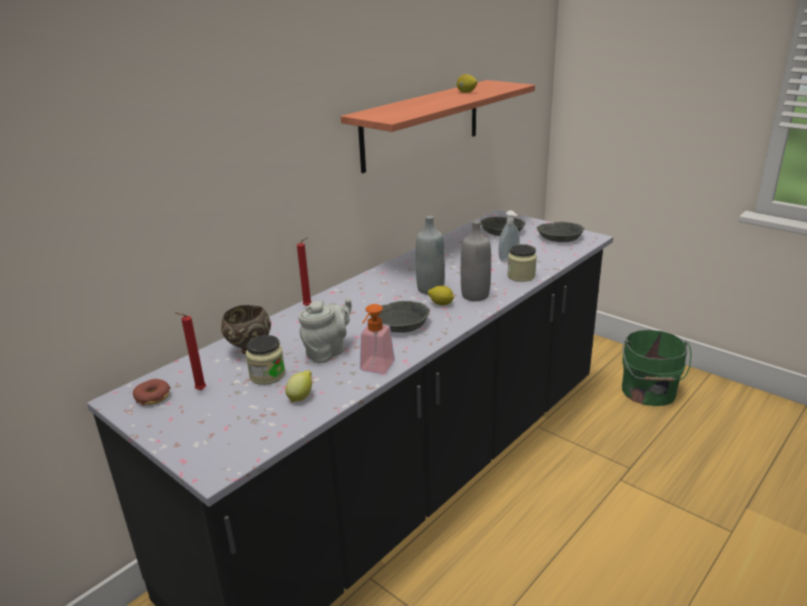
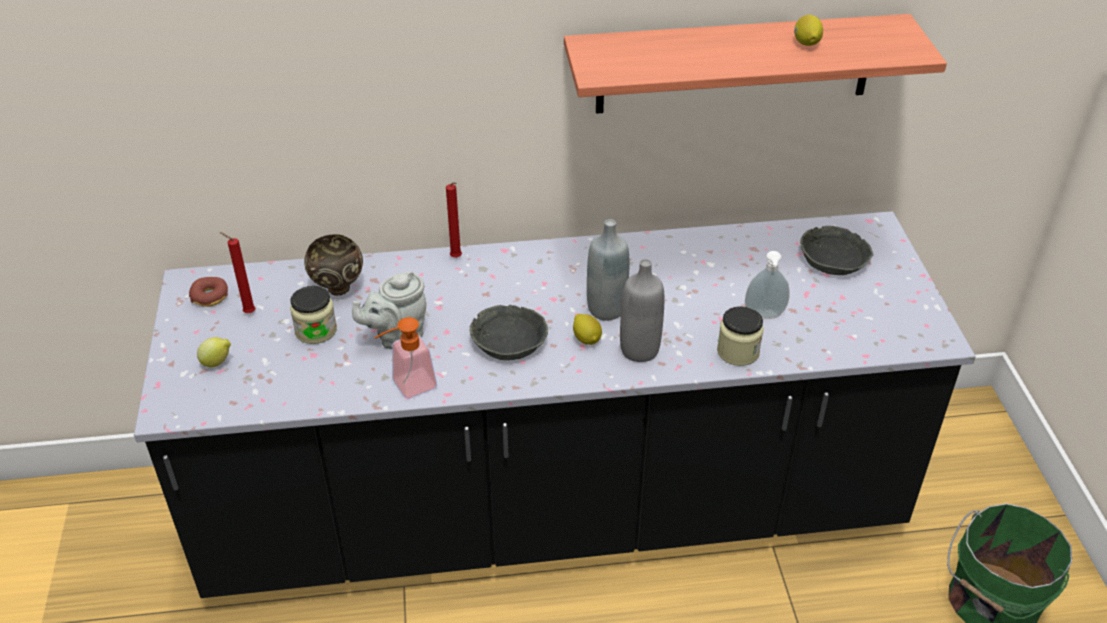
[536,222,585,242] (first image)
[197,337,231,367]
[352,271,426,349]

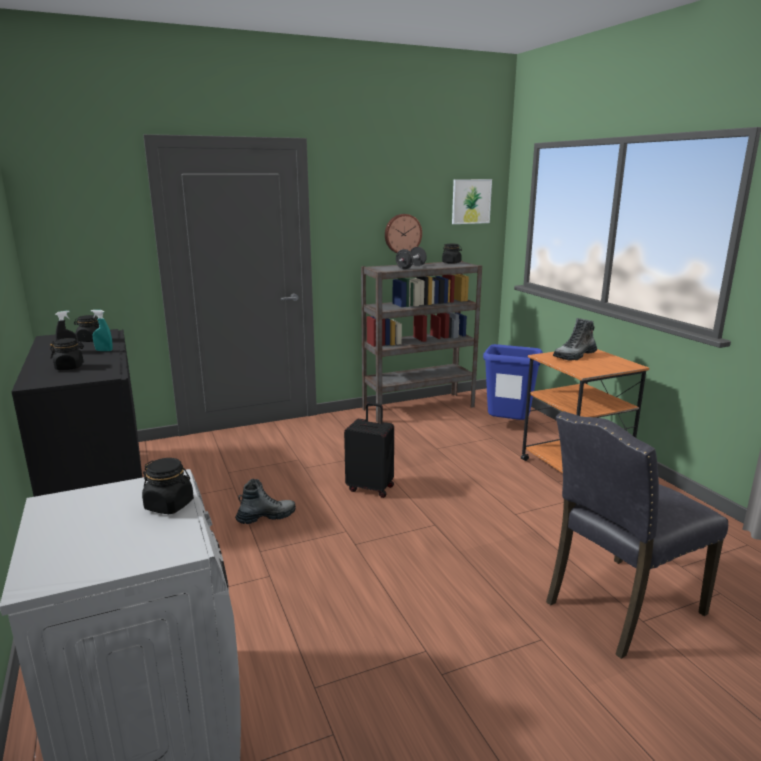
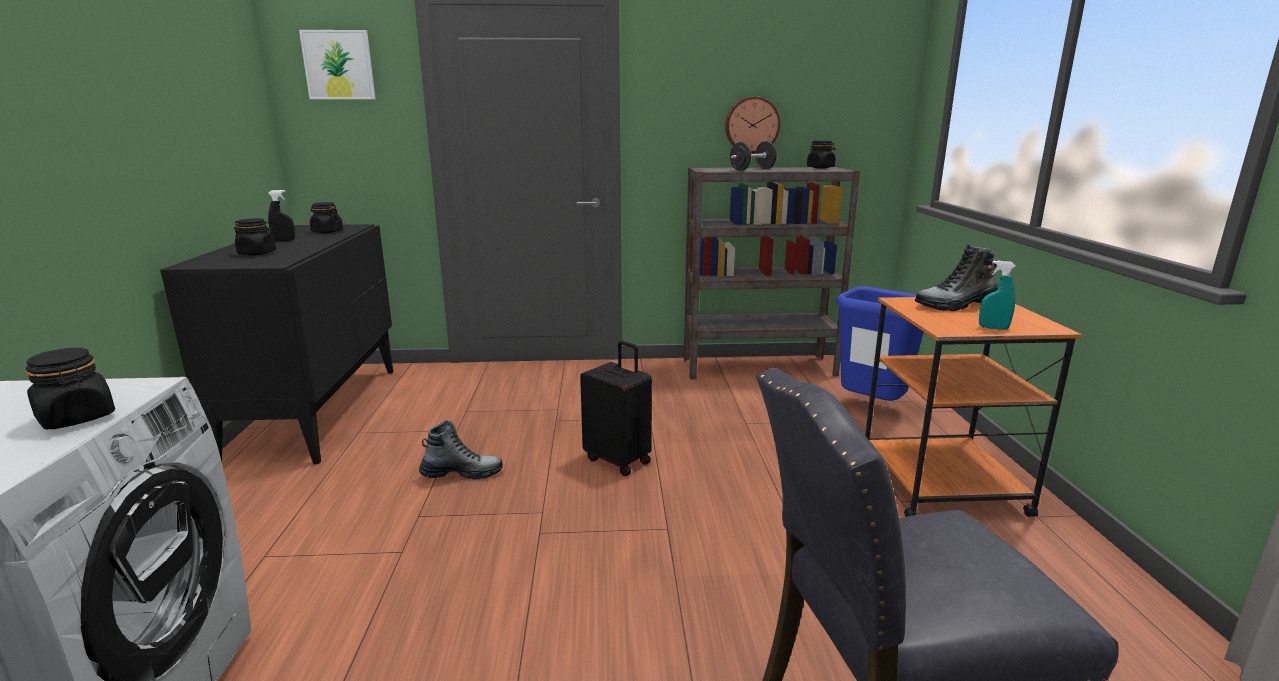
[979,260,1016,330]
[299,30,375,99]

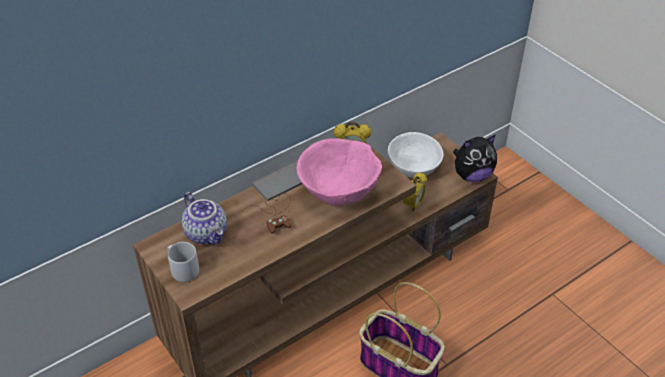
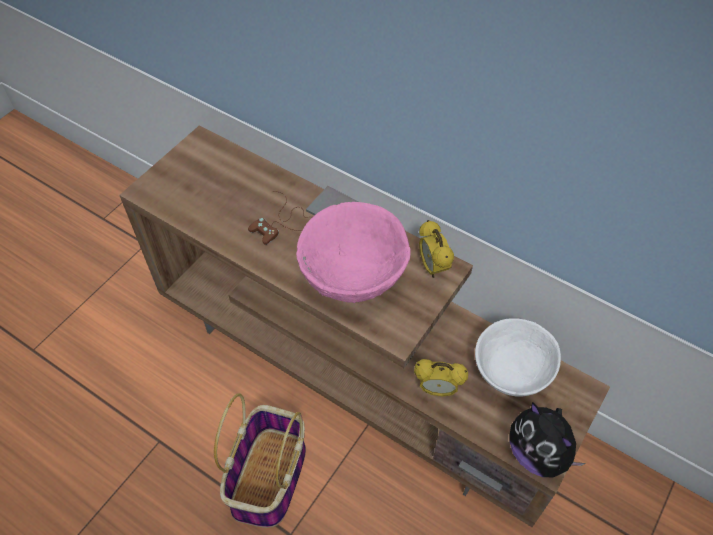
[167,242,199,282] (first image)
[182,192,227,245] (first image)

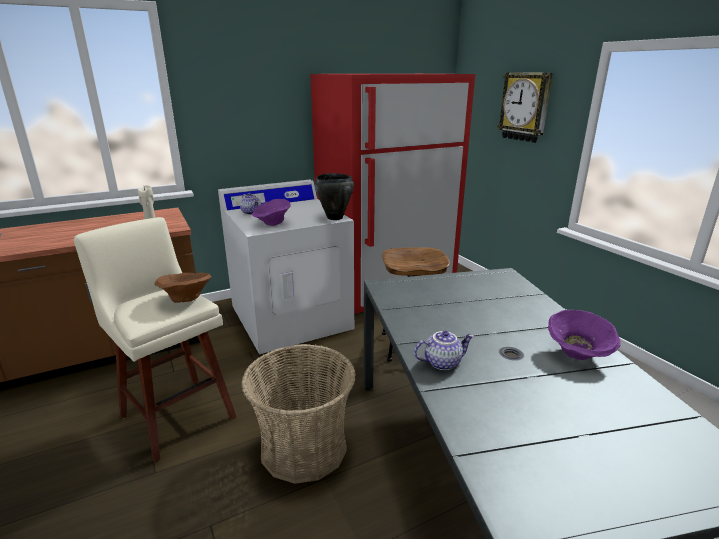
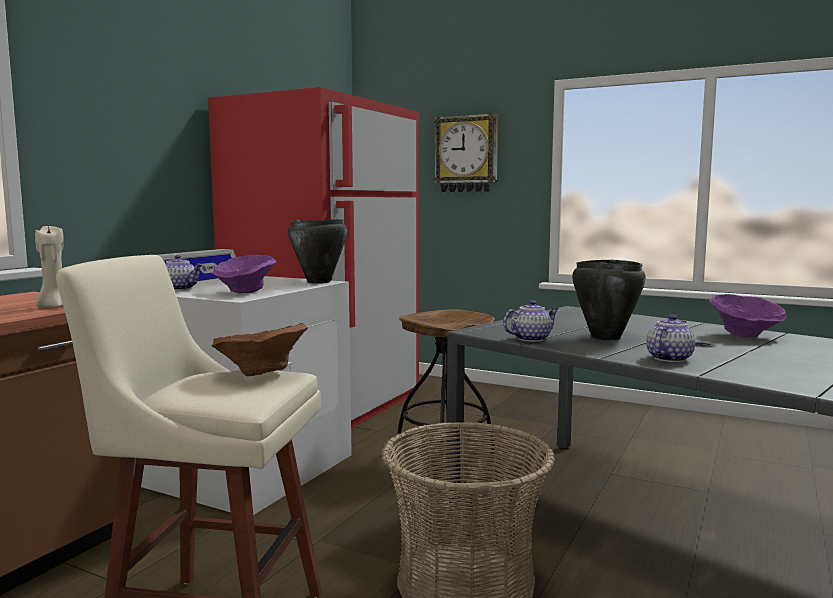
[503,300,559,342]
[572,259,646,340]

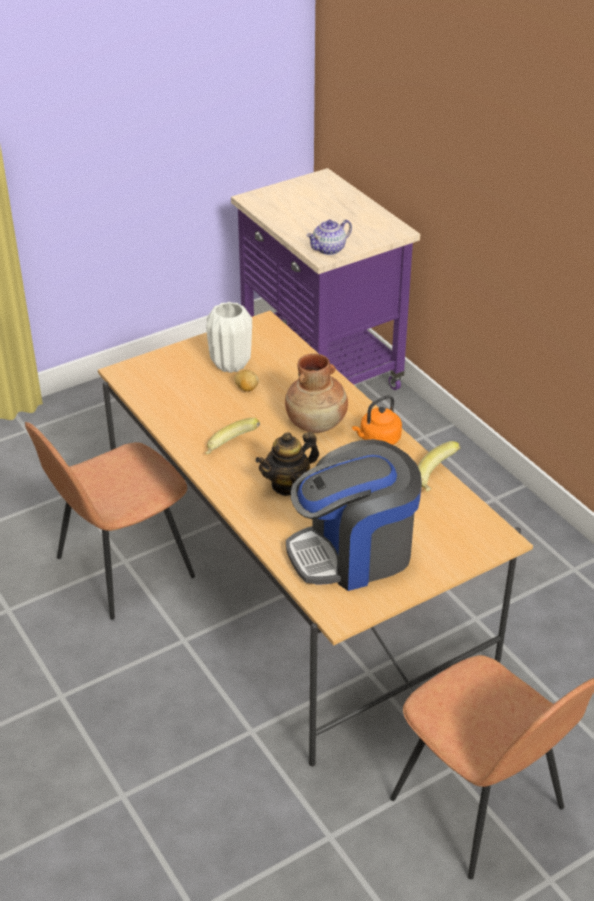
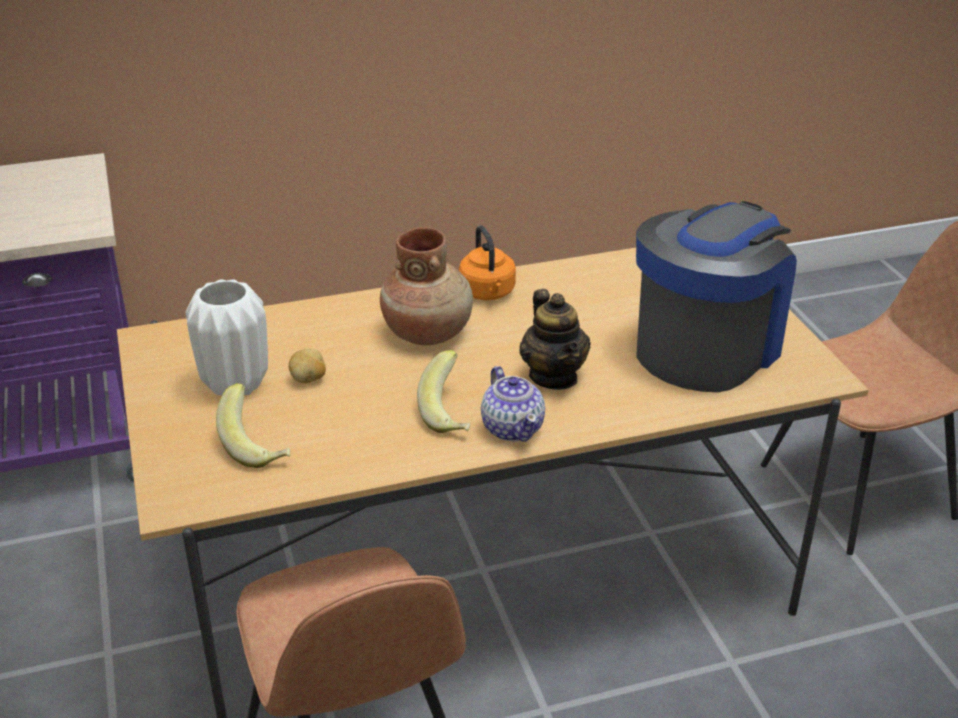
[481,366,545,442]
[216,383,290,468]
[636,201,797,392]

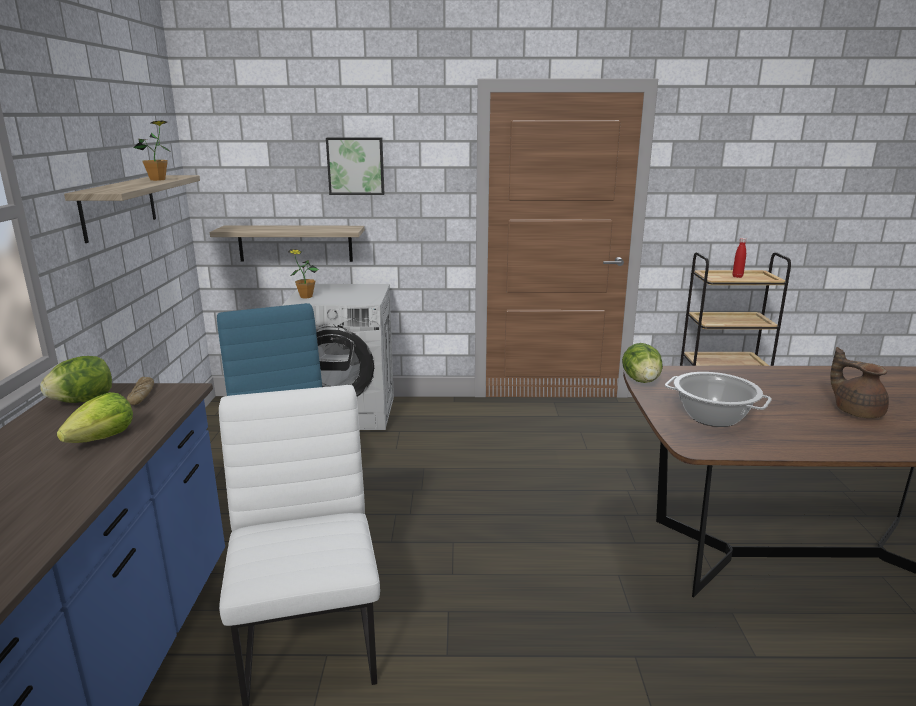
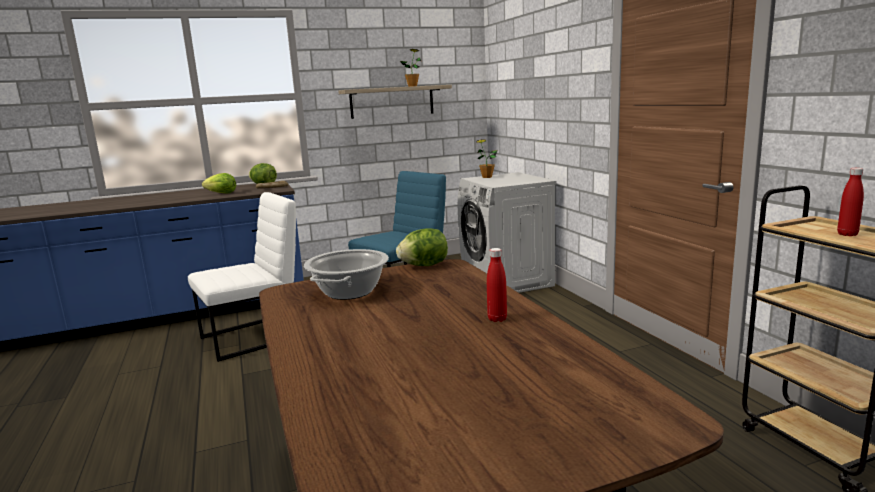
[210,226,365,262] (first image)
[326,137,384,195] (first image)
[830,347,889,418] (first image)
[487,248,507,322]

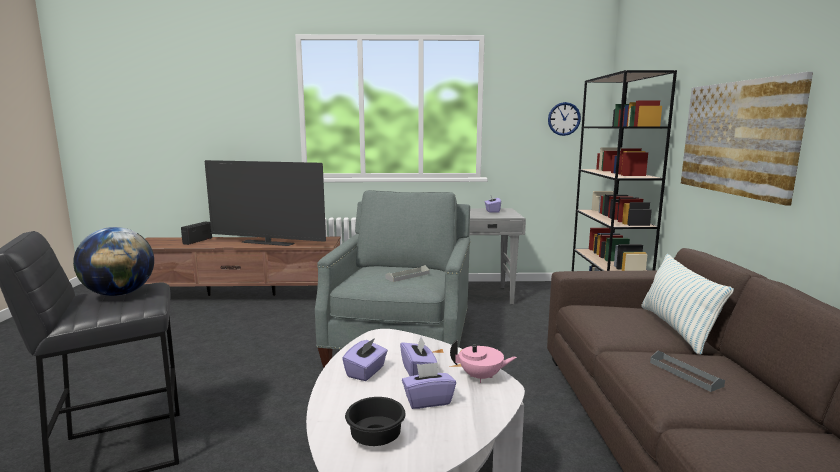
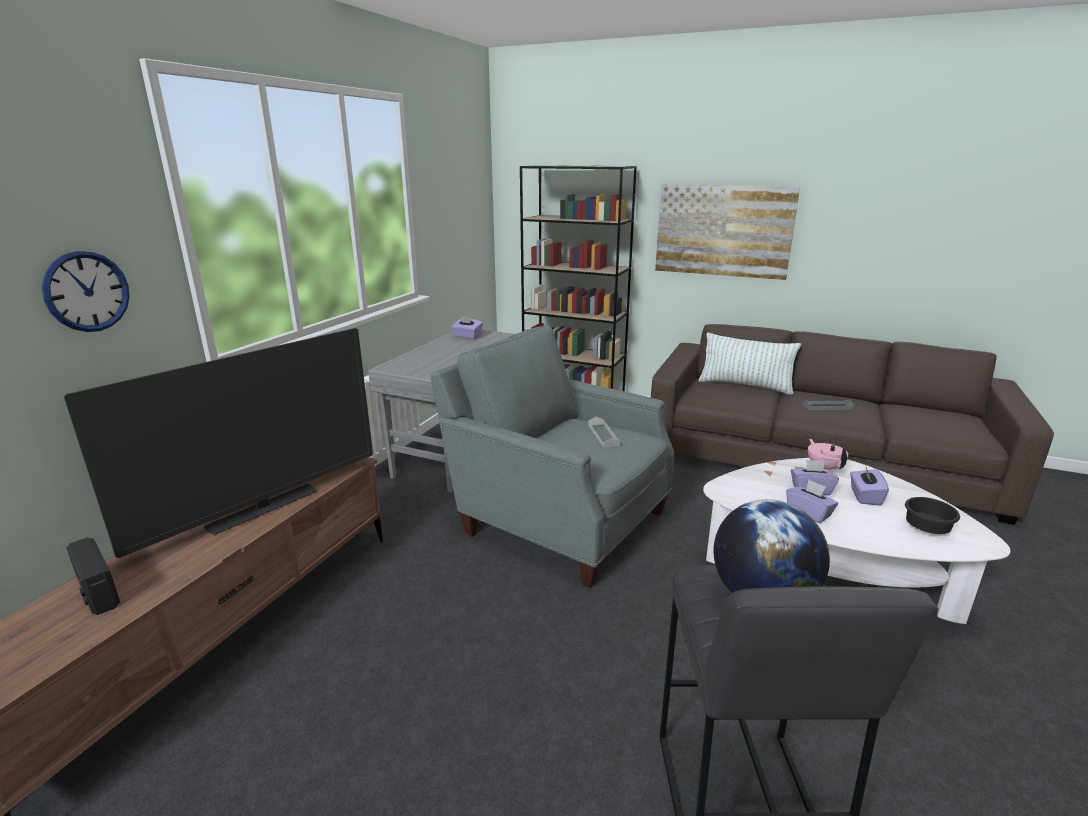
[42,251,130,332]
[808,439,848,471]

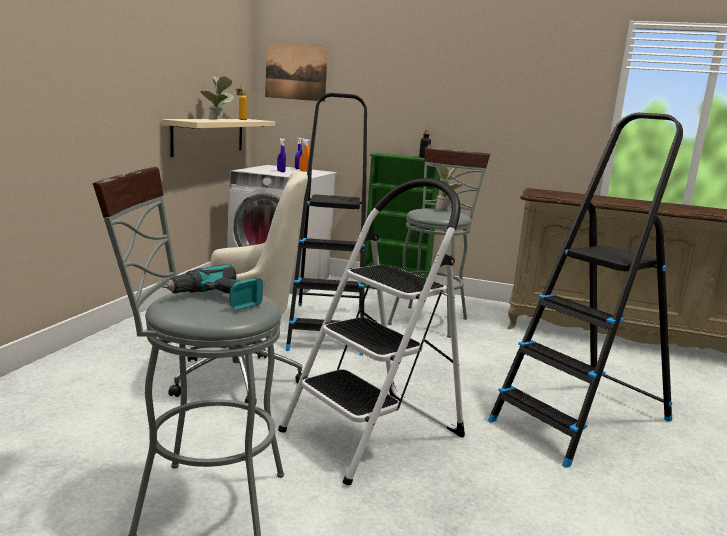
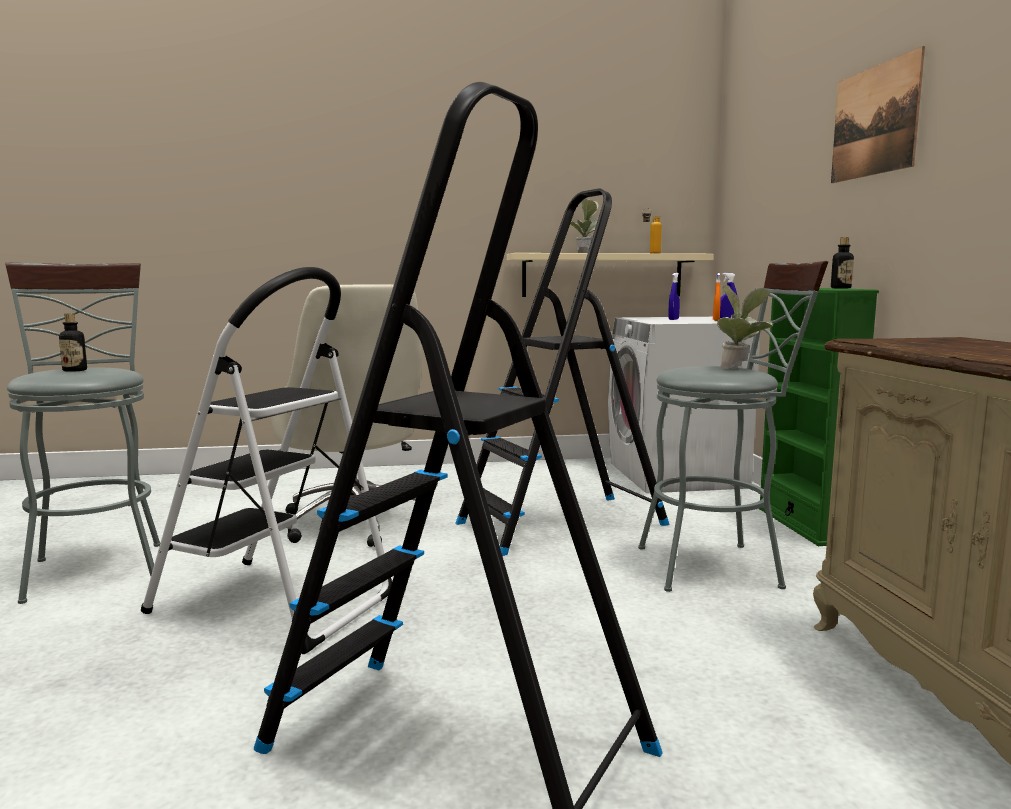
[831,46,925,183]
[59,314,87,372]

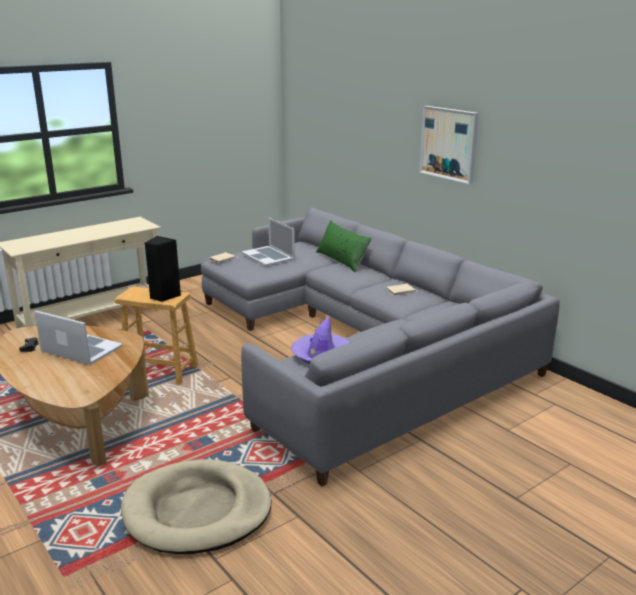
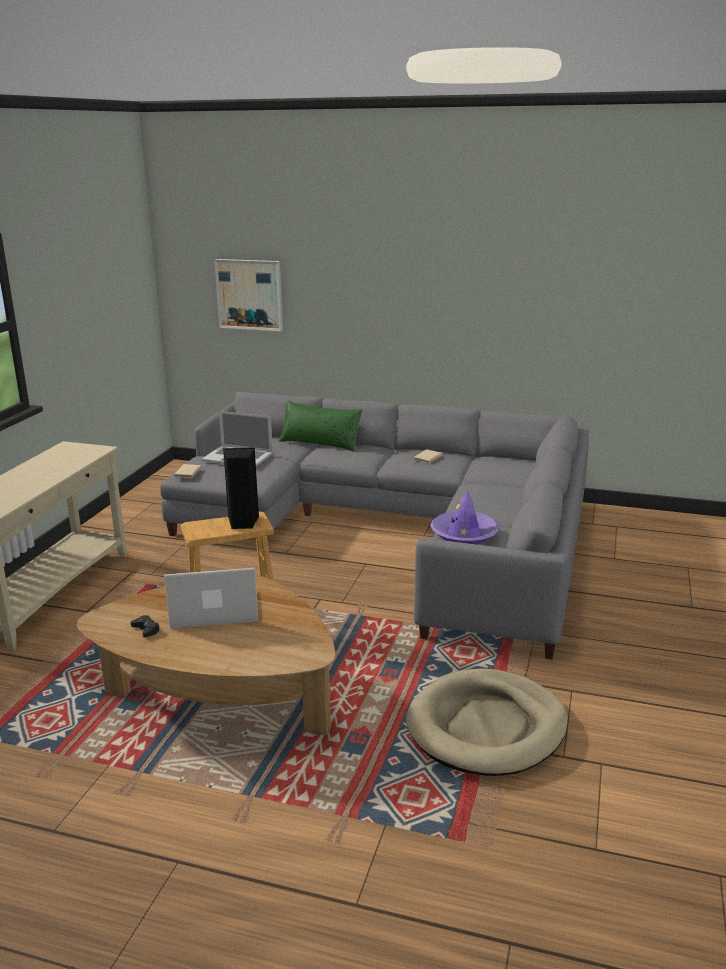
[214,259,283,331]

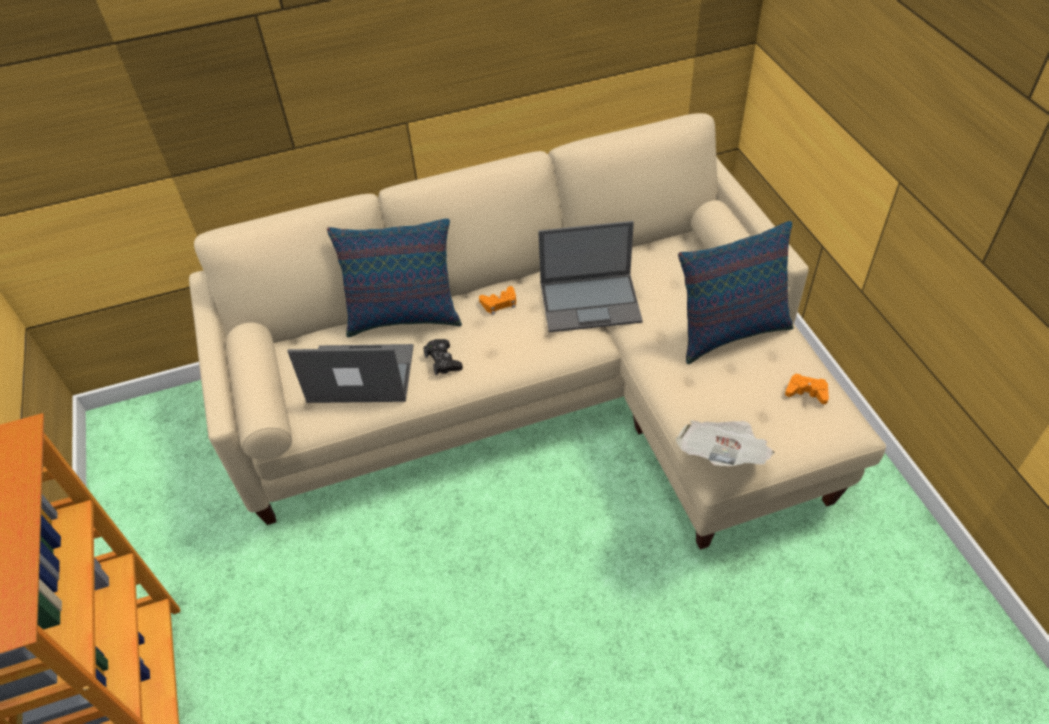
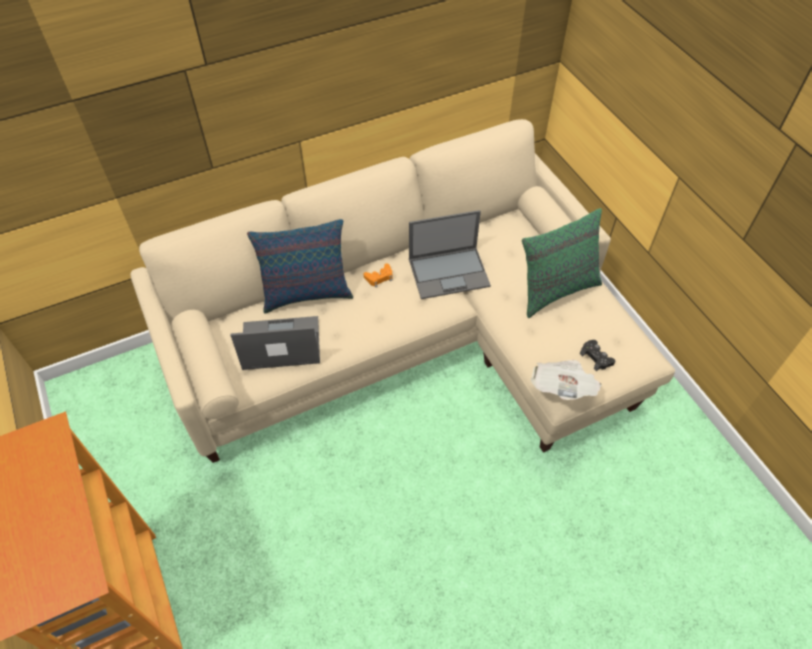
[785,373,829,404] (first image)
[580,340,616,371]
[522,208,602,318]

